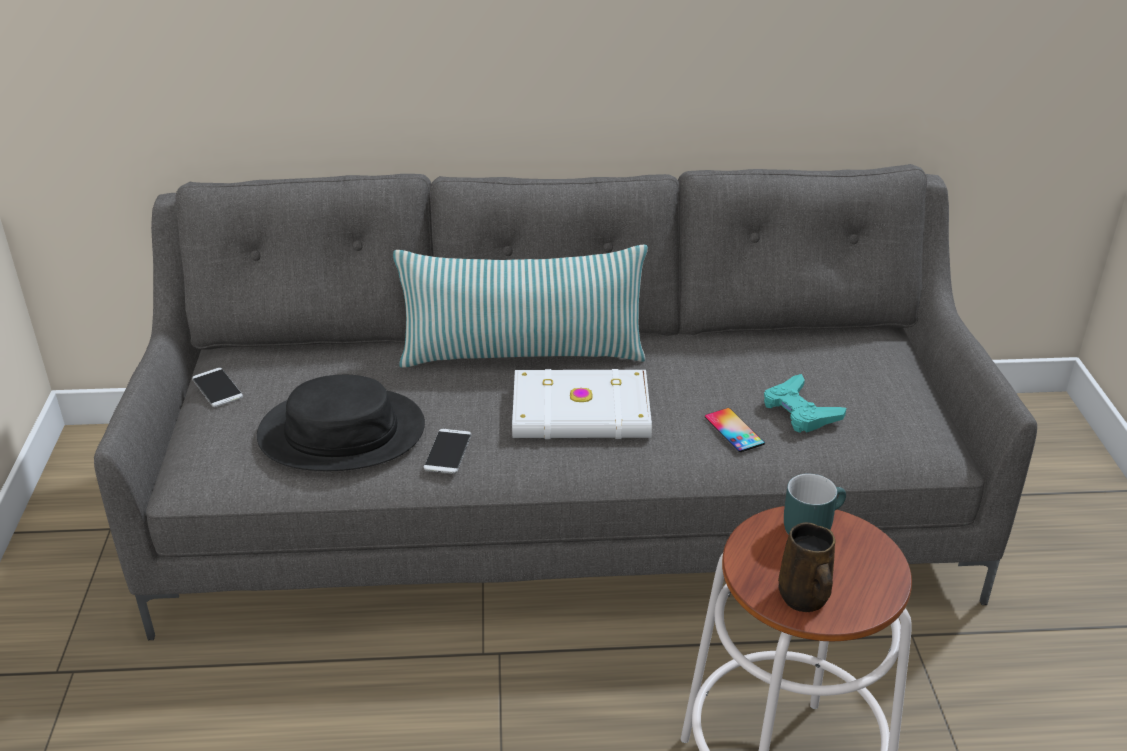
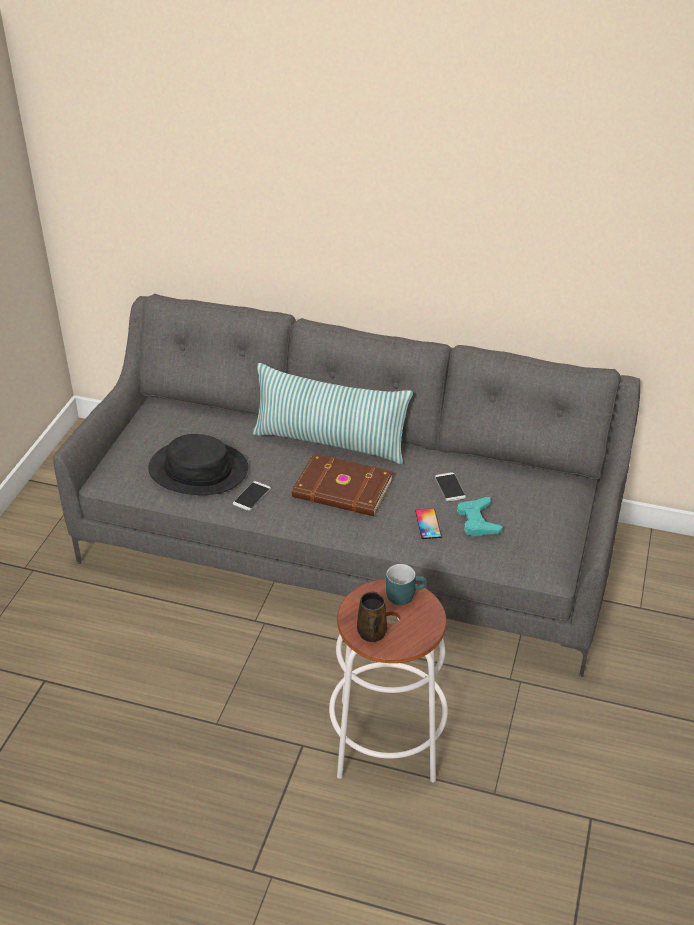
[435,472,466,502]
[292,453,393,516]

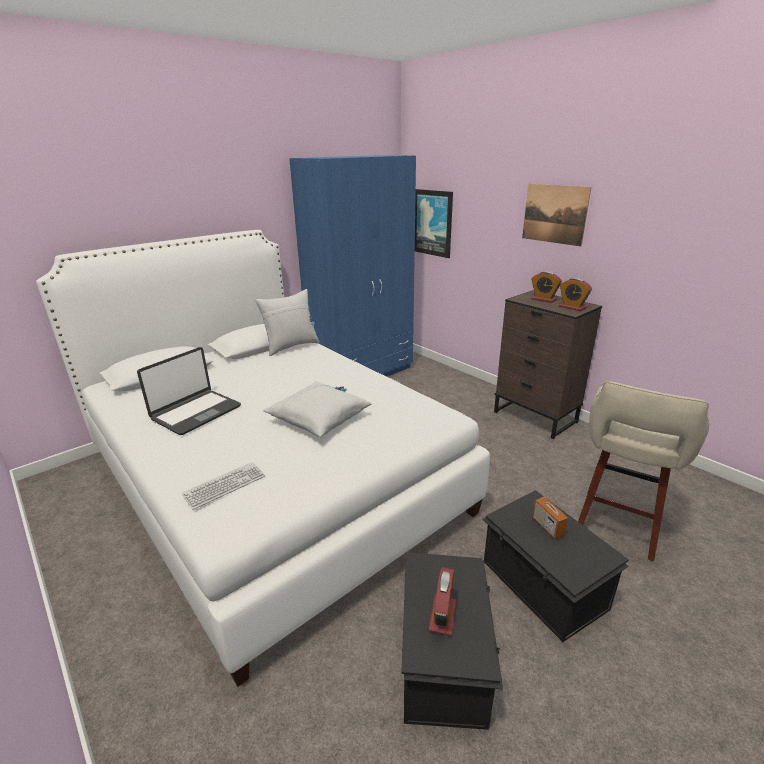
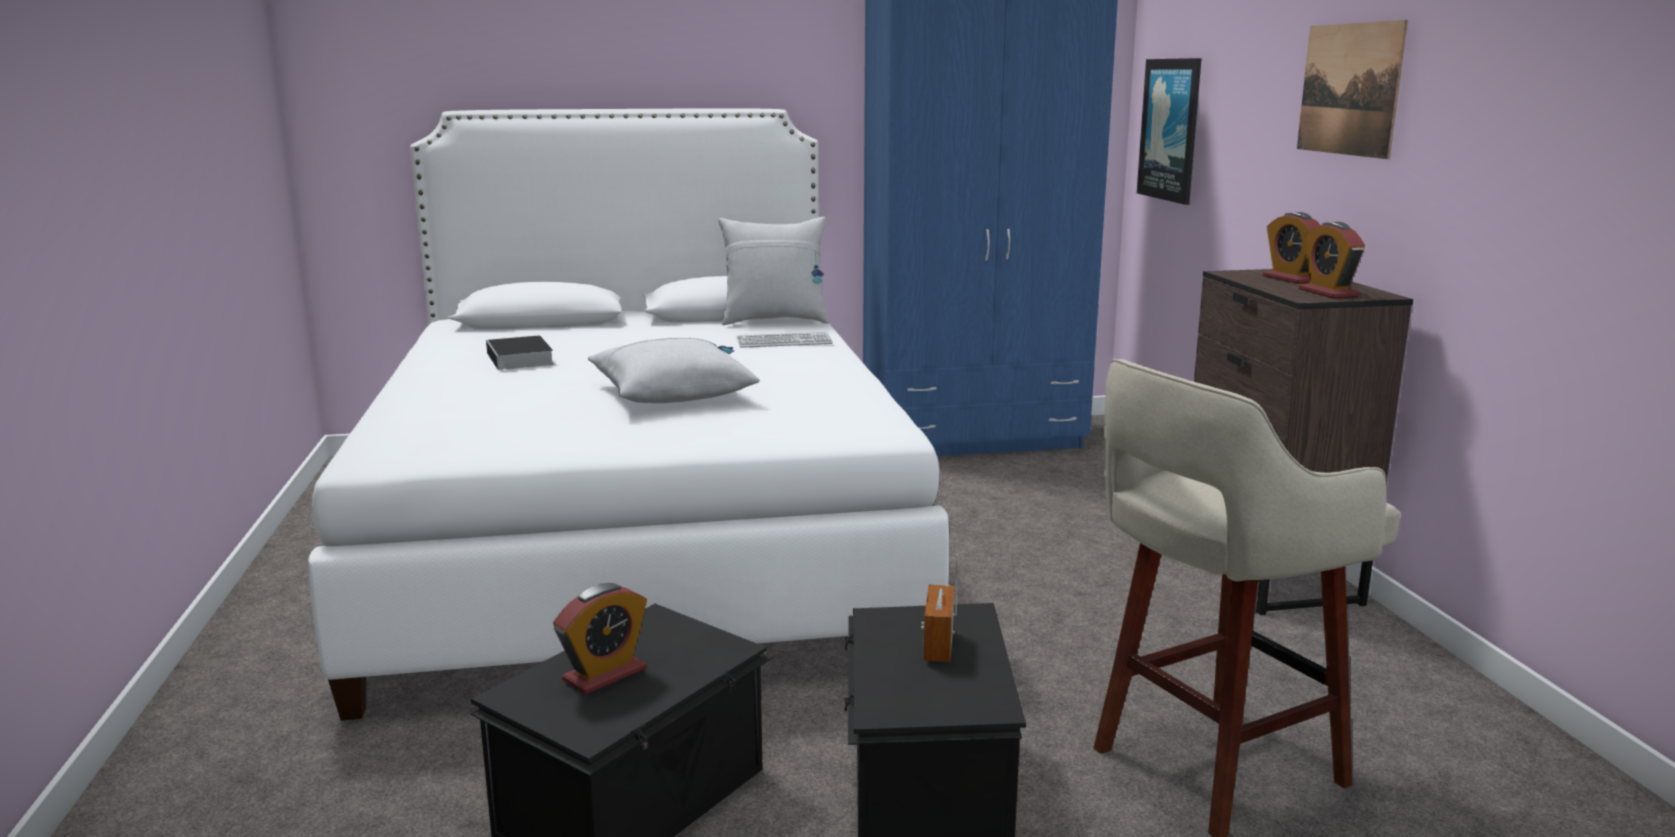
[736,332,833,348]
[486,336,554,372]

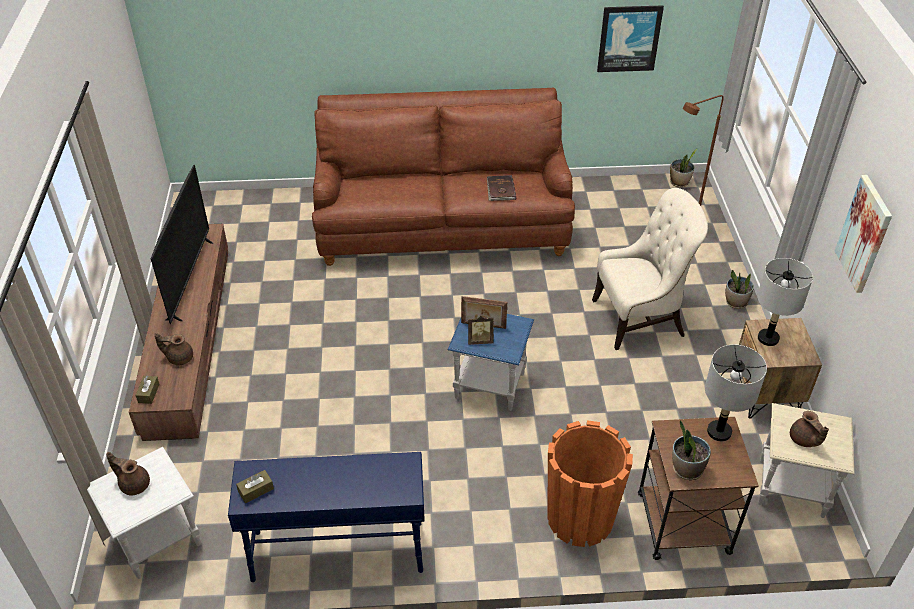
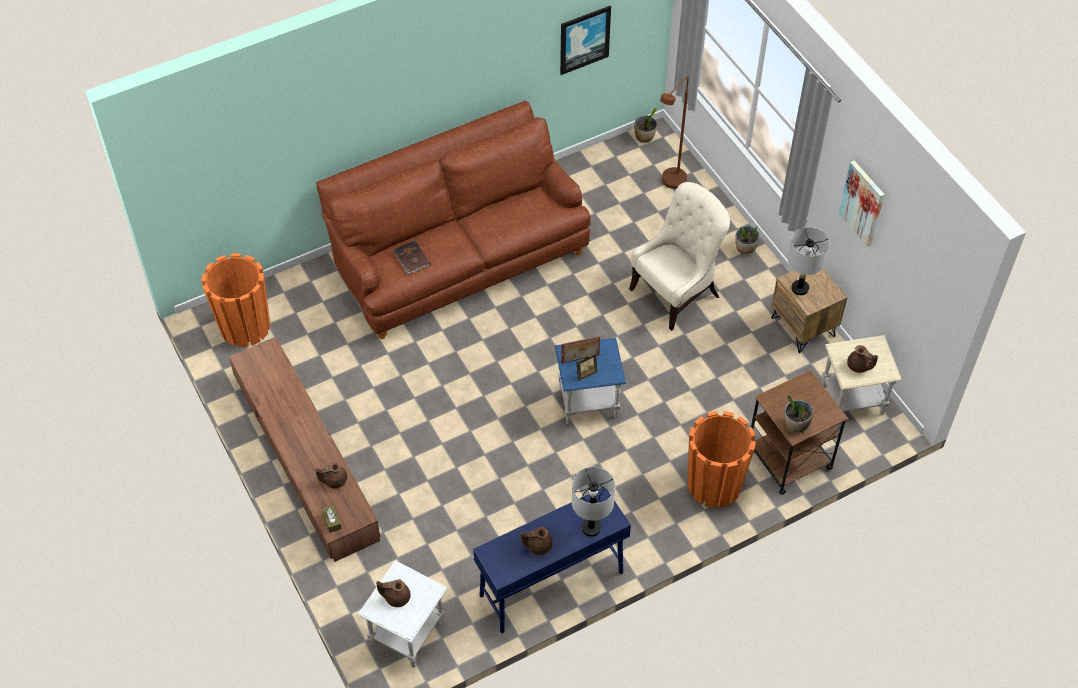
[151,165,213,324] (first image)
[236,470,274,503] (first image)
[201,253,270,347]
[521,527,553,555]
[393,240,431,275]
[572,467,615,537]

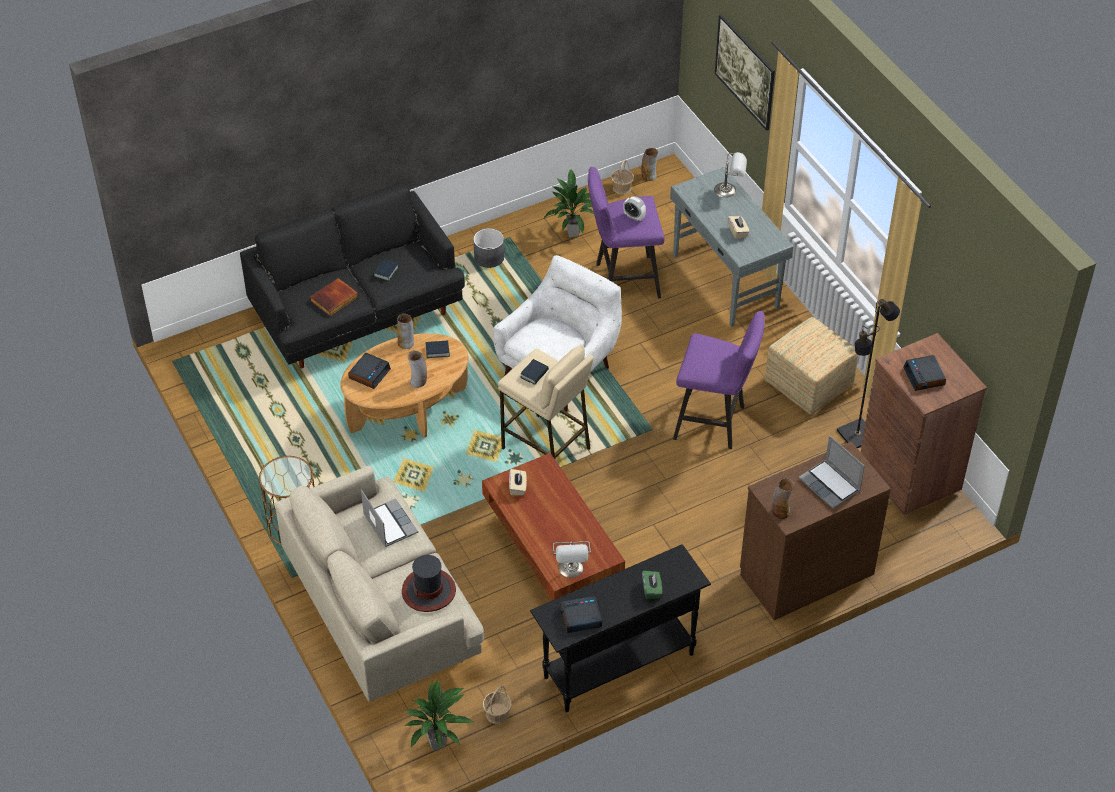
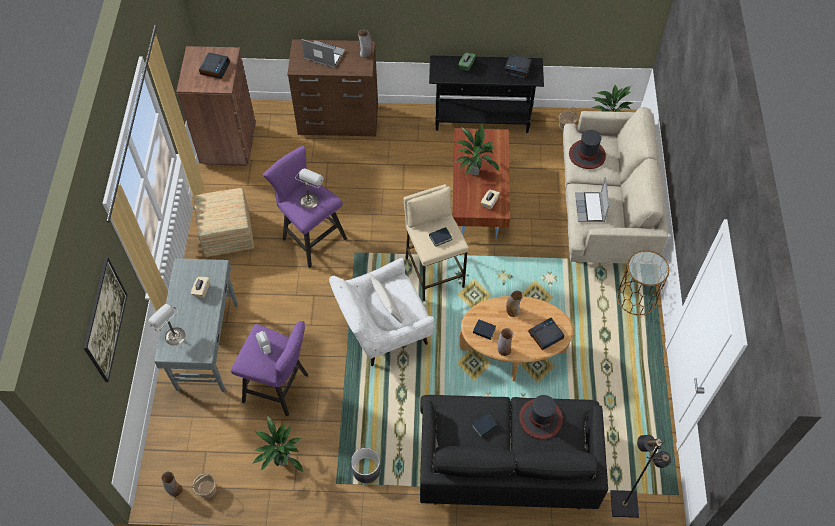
[370,274,403,323]
[454,124,500,176]
[295,168,324,209]
[611,435,671,518]
[519,395,563,439]
[302,39,345,68]

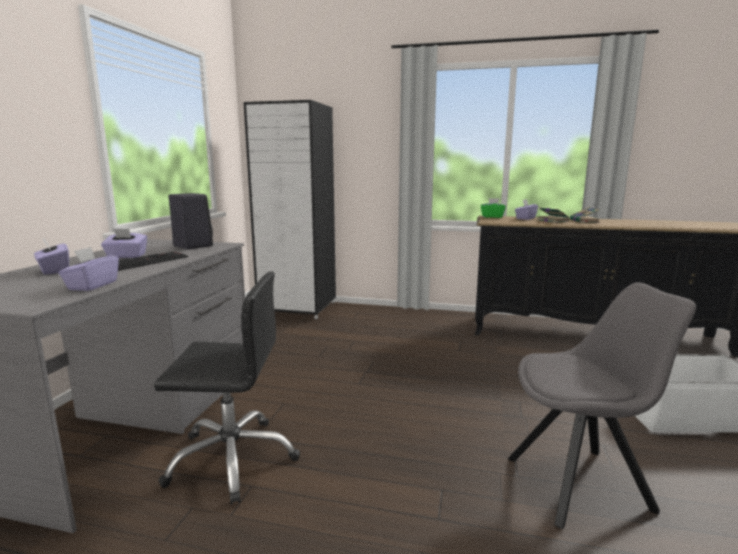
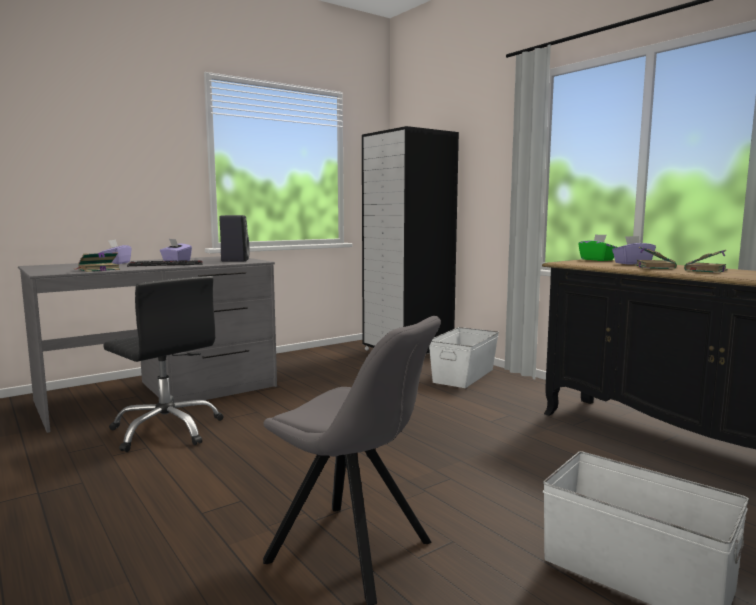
[429,327,499,388]
[76,252,120,272]

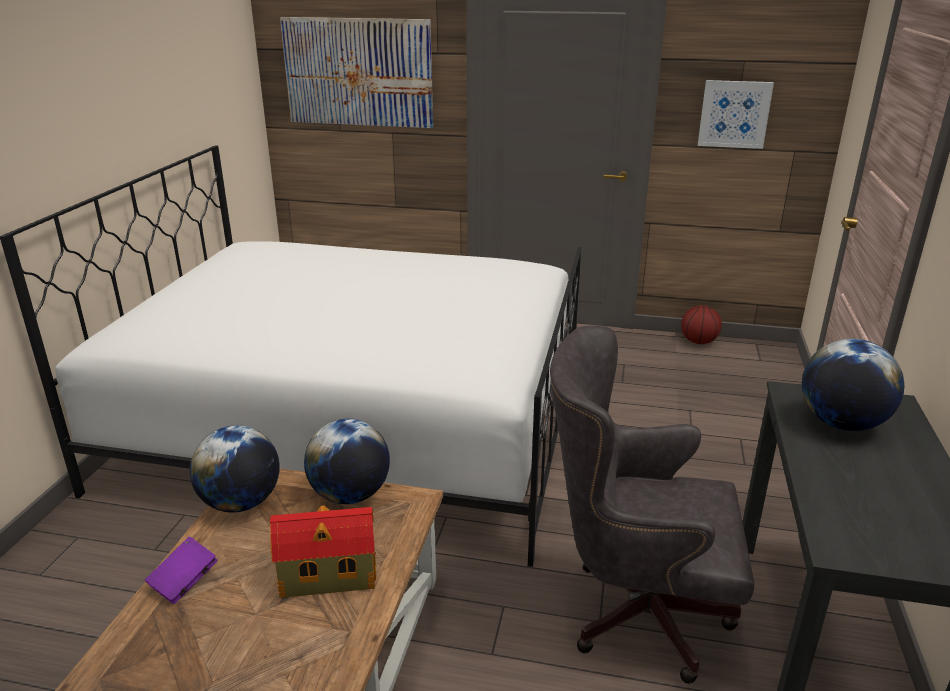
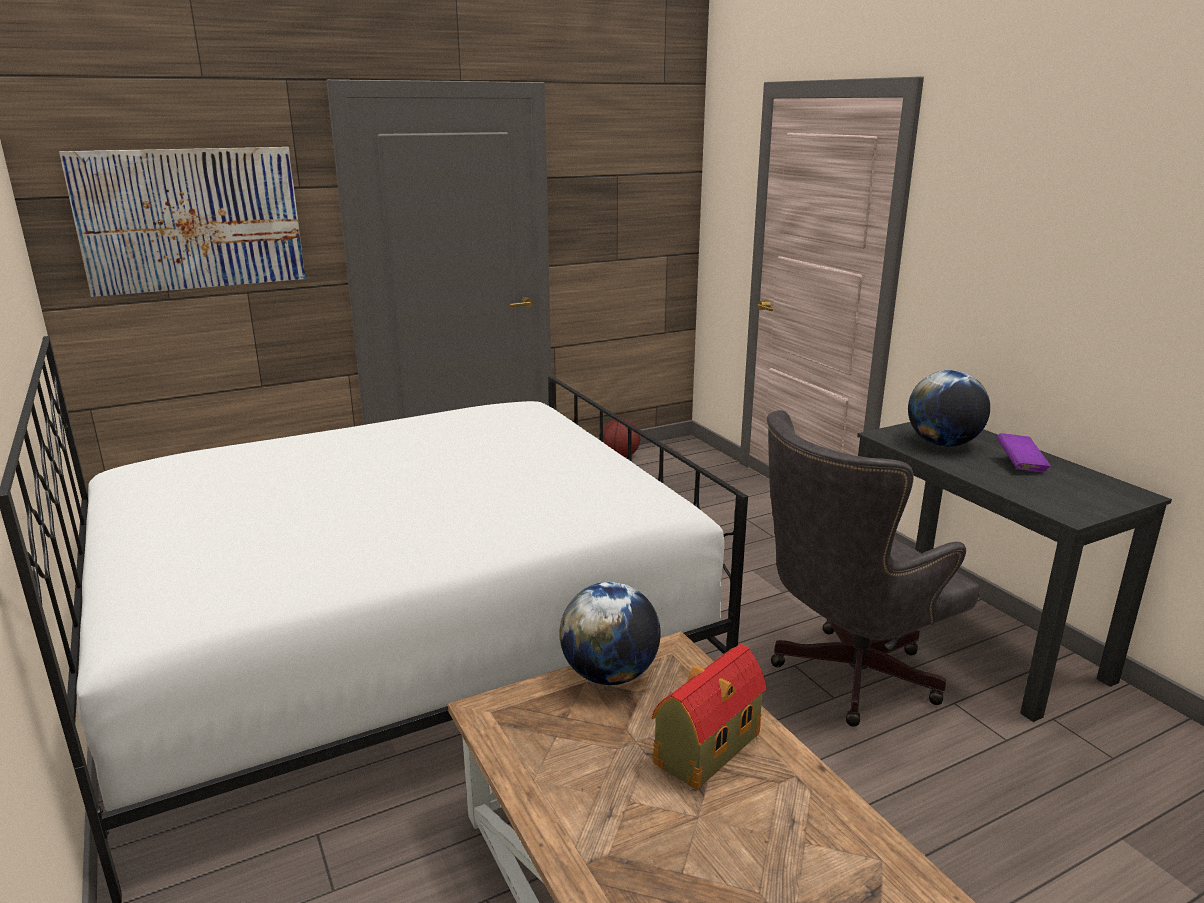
[190,425,280,512] (first image)
[698,80,774,149] (first image)
[996,433,1051,473]

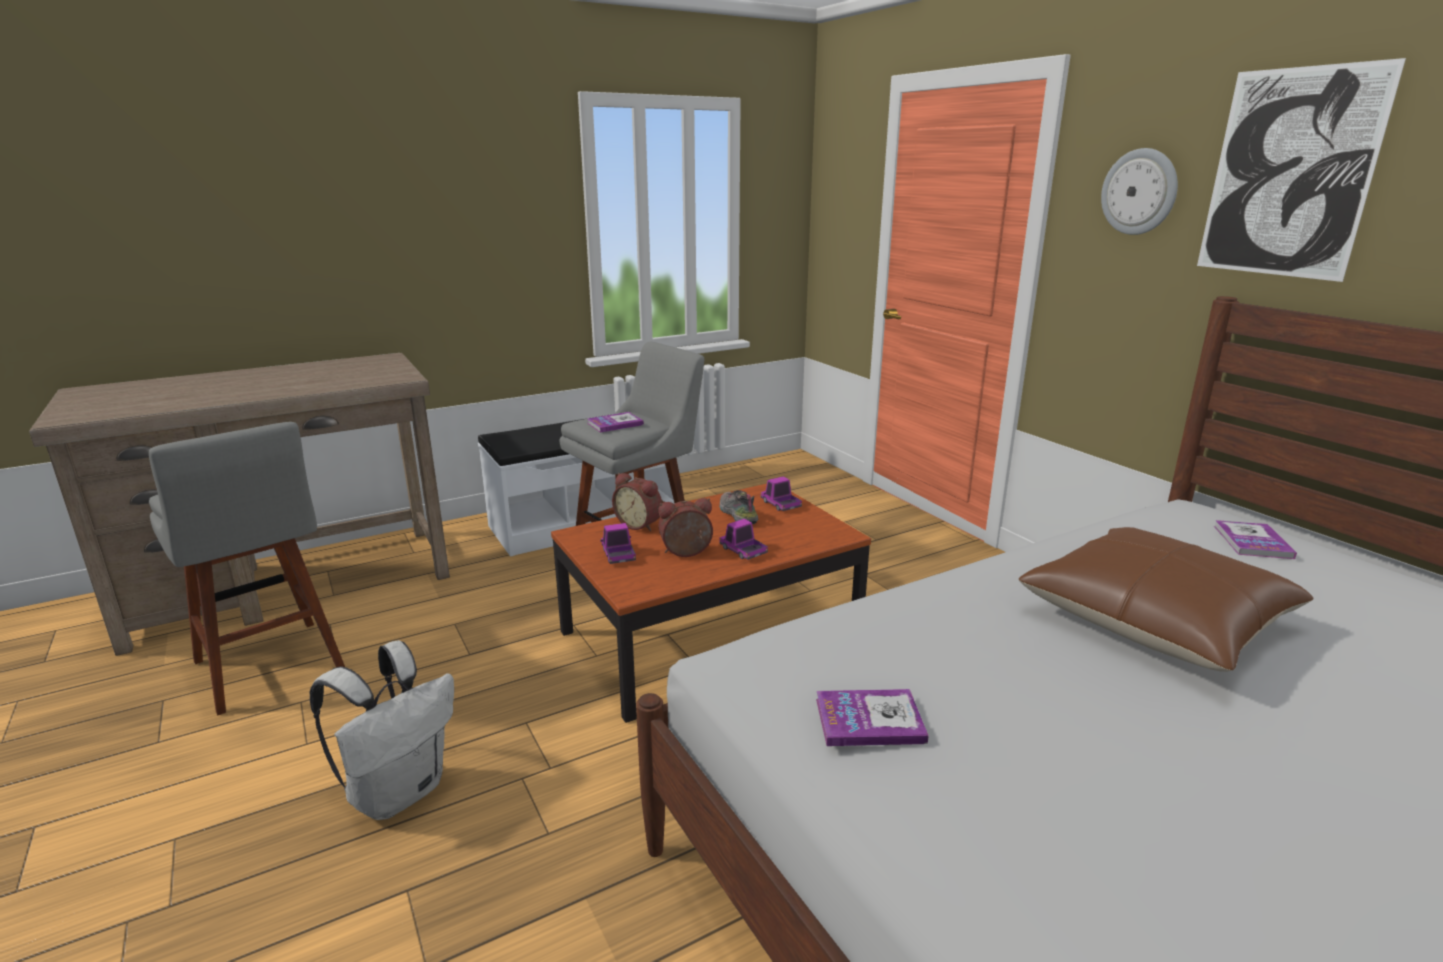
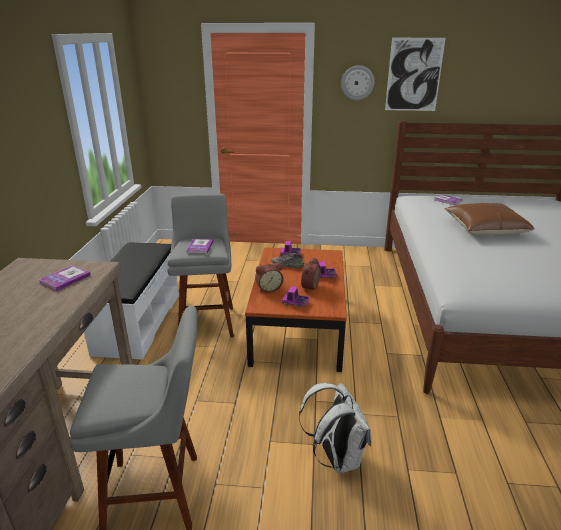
[39,265,91,291]

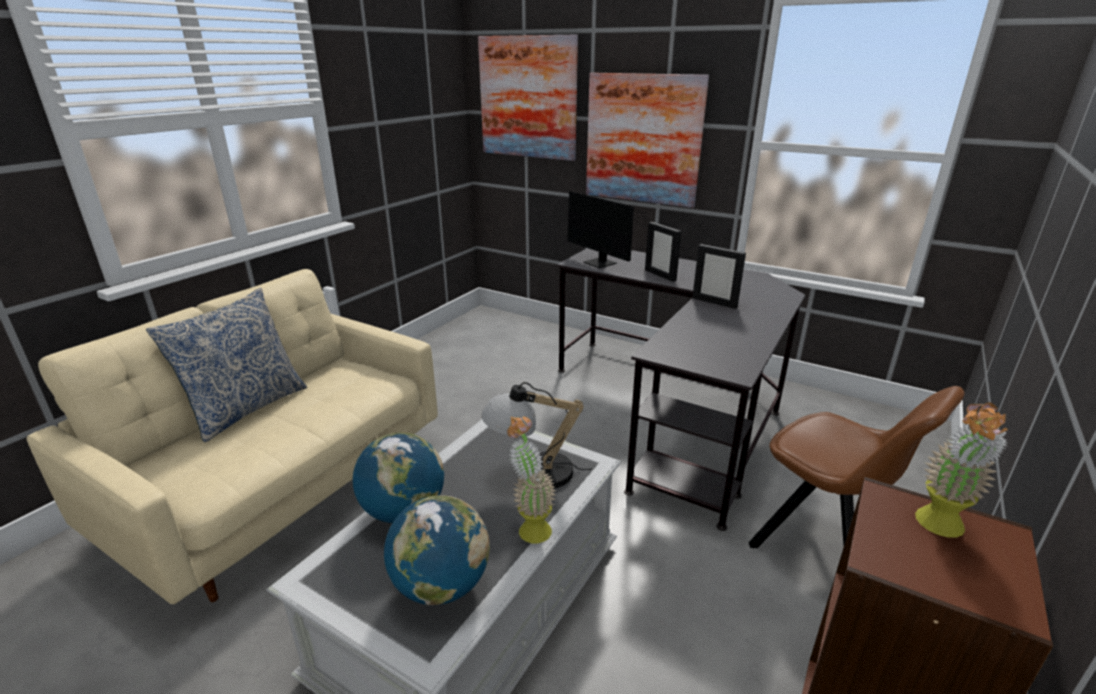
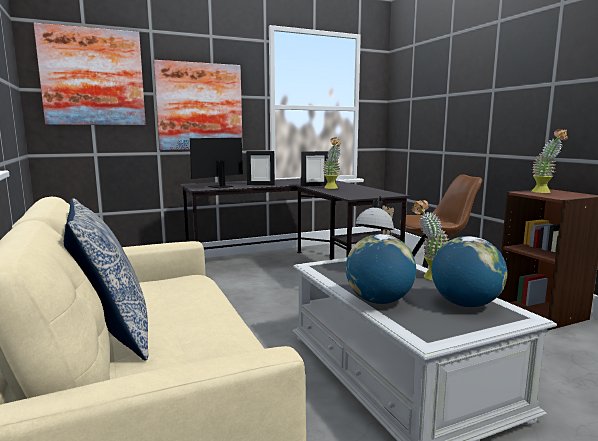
[323,137,341,189]
[170,138,243,188]

